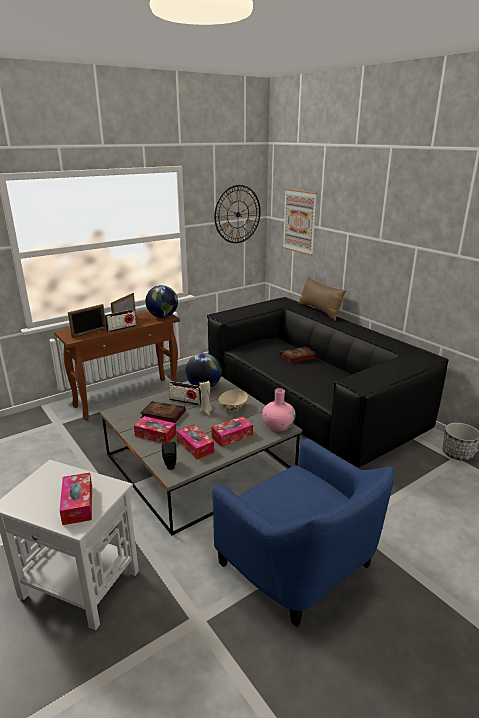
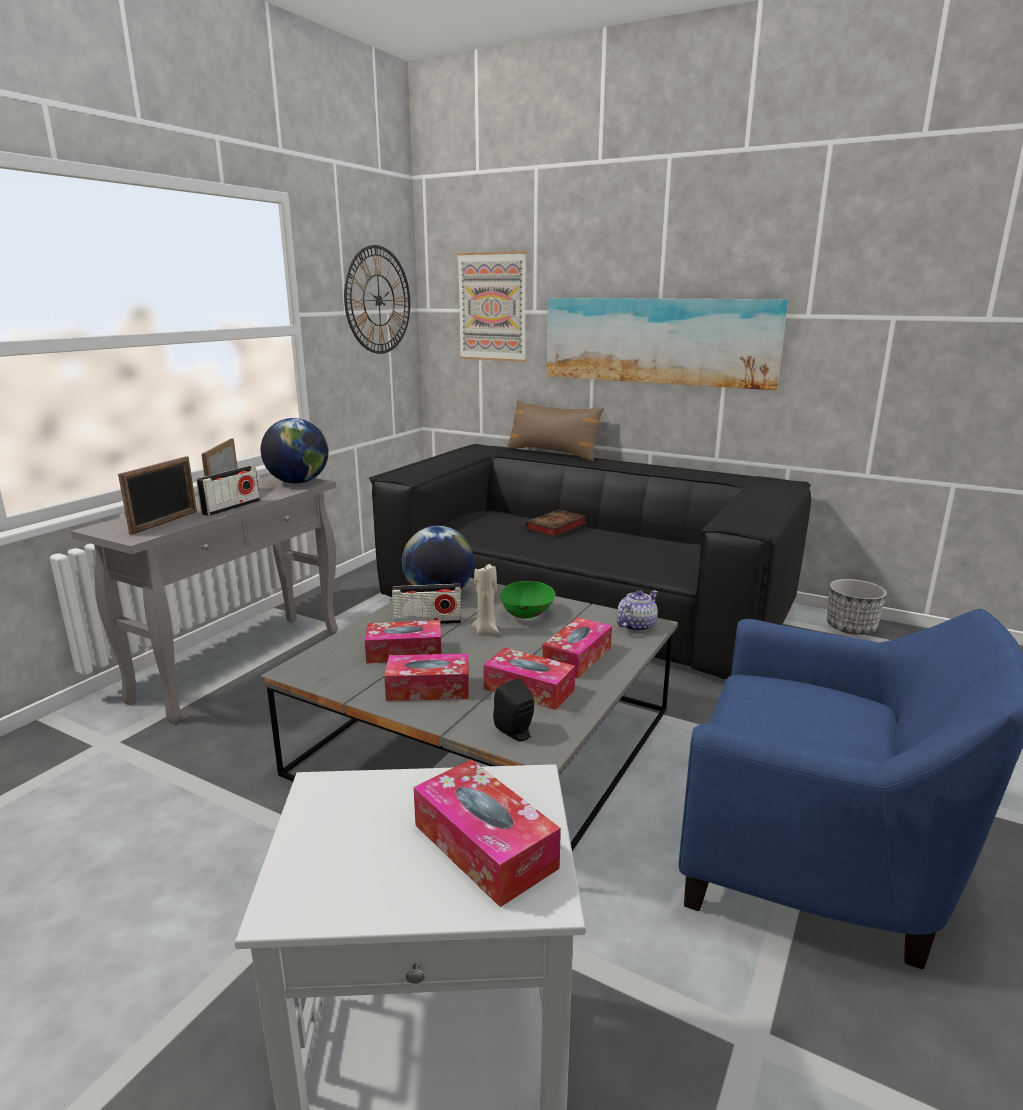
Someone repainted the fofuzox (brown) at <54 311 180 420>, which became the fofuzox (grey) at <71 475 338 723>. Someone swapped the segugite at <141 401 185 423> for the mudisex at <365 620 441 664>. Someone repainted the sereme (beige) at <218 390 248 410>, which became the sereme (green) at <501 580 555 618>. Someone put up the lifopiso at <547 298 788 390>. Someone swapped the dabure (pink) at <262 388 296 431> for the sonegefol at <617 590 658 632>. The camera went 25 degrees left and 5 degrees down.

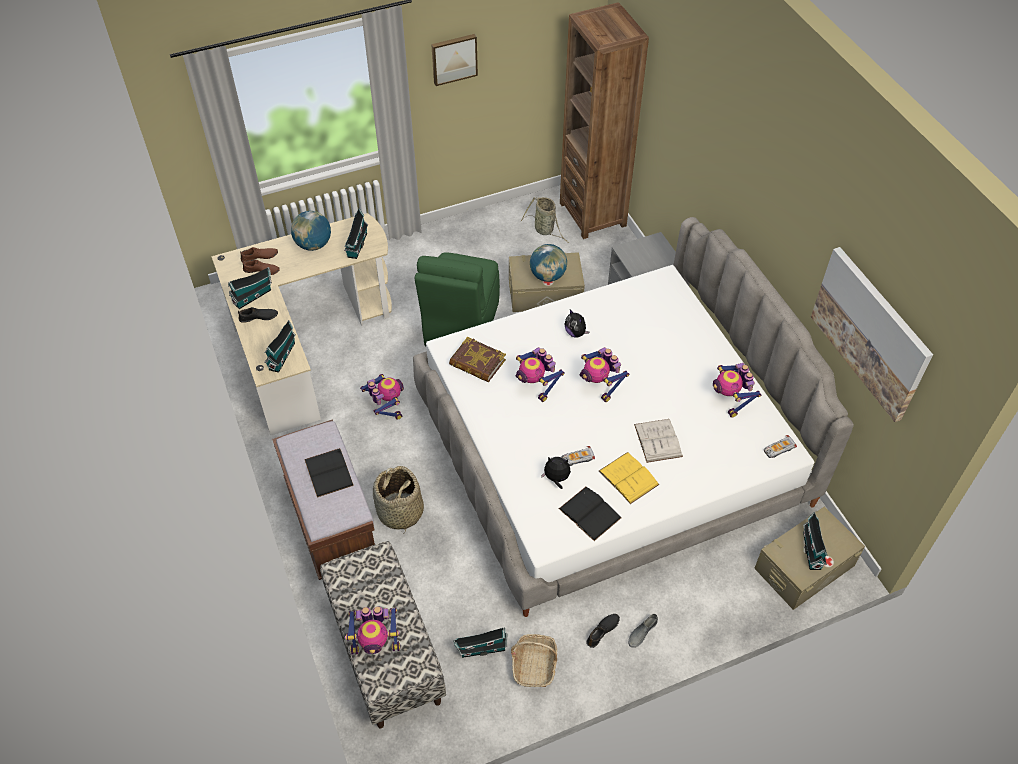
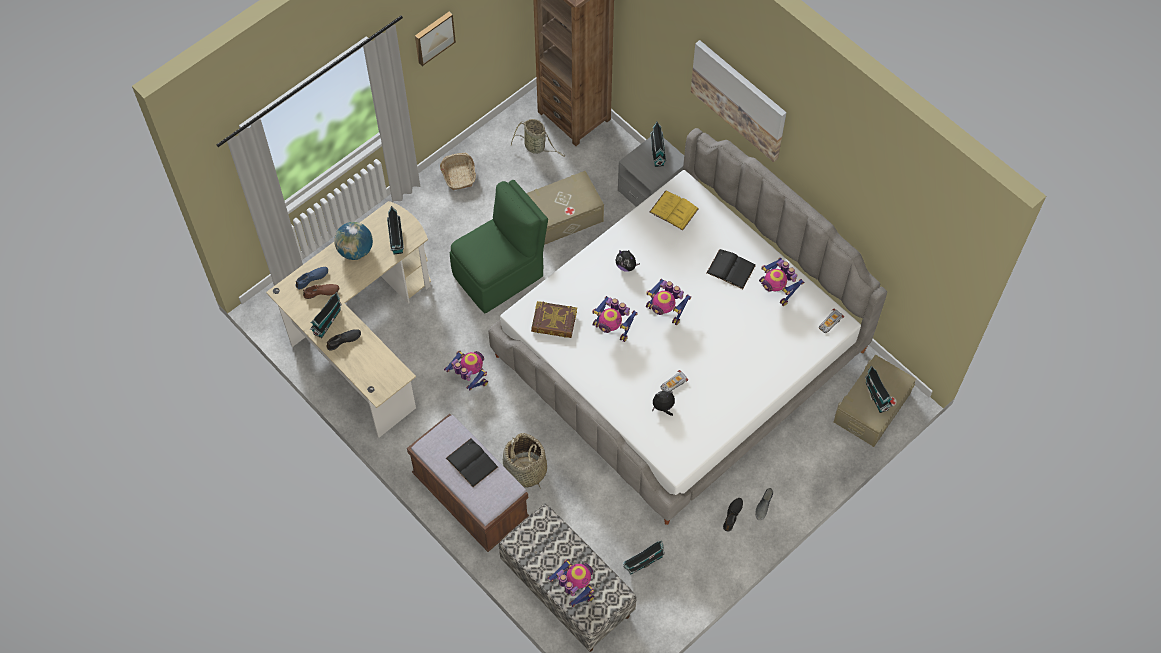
Someone repainted the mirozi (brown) at <240 247 278 261>, which became the mirozi (blue) at <295 267 328 289>. Someone carried the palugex from <511 634 557 687> to <440 153 476 190>. Someone rotated the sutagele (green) at <415 252 500 346> by 120 degrees counterclockwise. Someone rotated the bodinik at <345 606 400 655> by 105 degrees counterclockwise. Someone carried the segugite (yellow) from <599 452 659 504> to <649 191 699 230>. Someone carried the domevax from <265 320 296 373> to <650 122 666 167>. Someone carried the lifopiso from <811 247 933 422> to <691 40 787 162>. Someone carried the segugite (black) from <559 487 621 541> to <707 249 756 289>. Someone took away the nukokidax at <530 244 567 282>. Someone took away the segugite (white) at <634 419 683 463>. The camera went 20 degrees left and 10 degrees up.

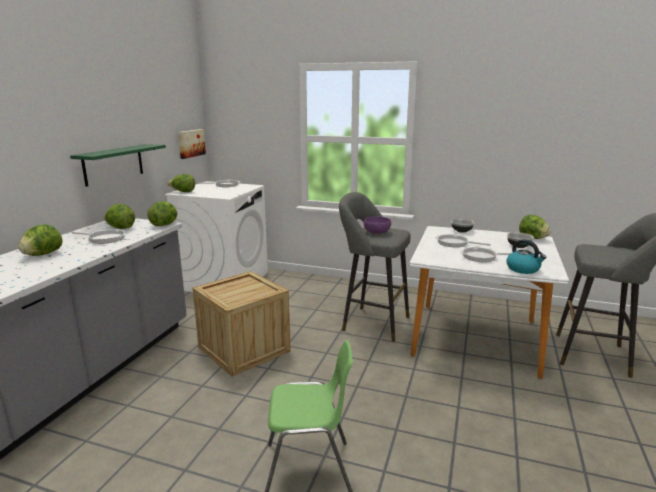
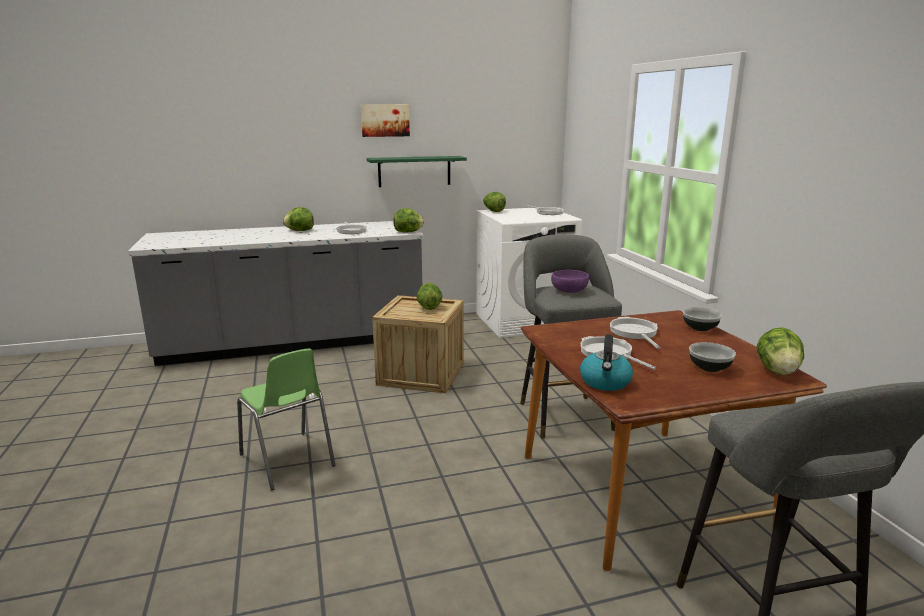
Someone carried the lifopiso from <178 129 206 159> to <361 104 410 137>. Someone carried the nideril from <104 204 135 229> to <416 283 442 310>. Someone repainted the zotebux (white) at <409 226 569 379>, which became the zotebux (brown) at <521 310 827 571>. The camera went 55 degrees right and 0 degrees up.

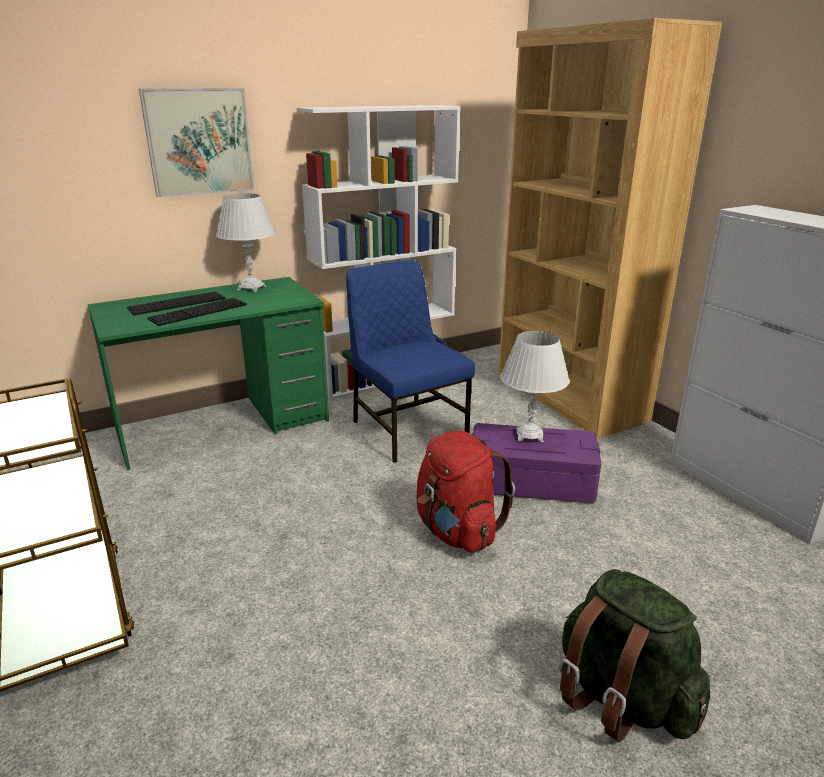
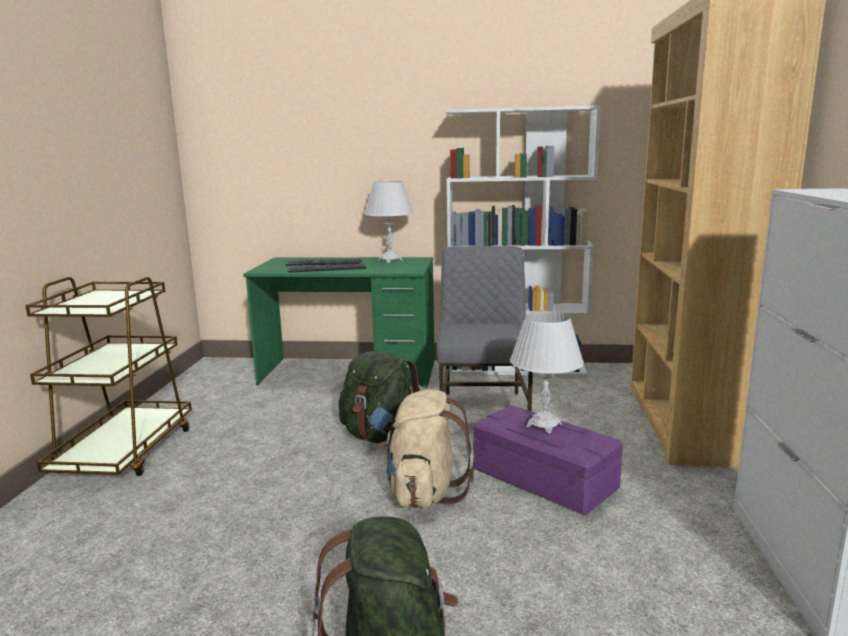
Someone put down the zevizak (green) at <339 351 422 443>. Someone repainted the zevizak (red) at <417 431 515 553>, which became the zevizak (beige) at <378 390 476 508>. Someone repainted the sutagele (blue) at <346 260 475 463>, which became the sutagele (grey) at <436 246 533 411>. Someone took away the lifopiso at <139 88 254 197>. The camera went 35 degrees right and 10 degrees down.

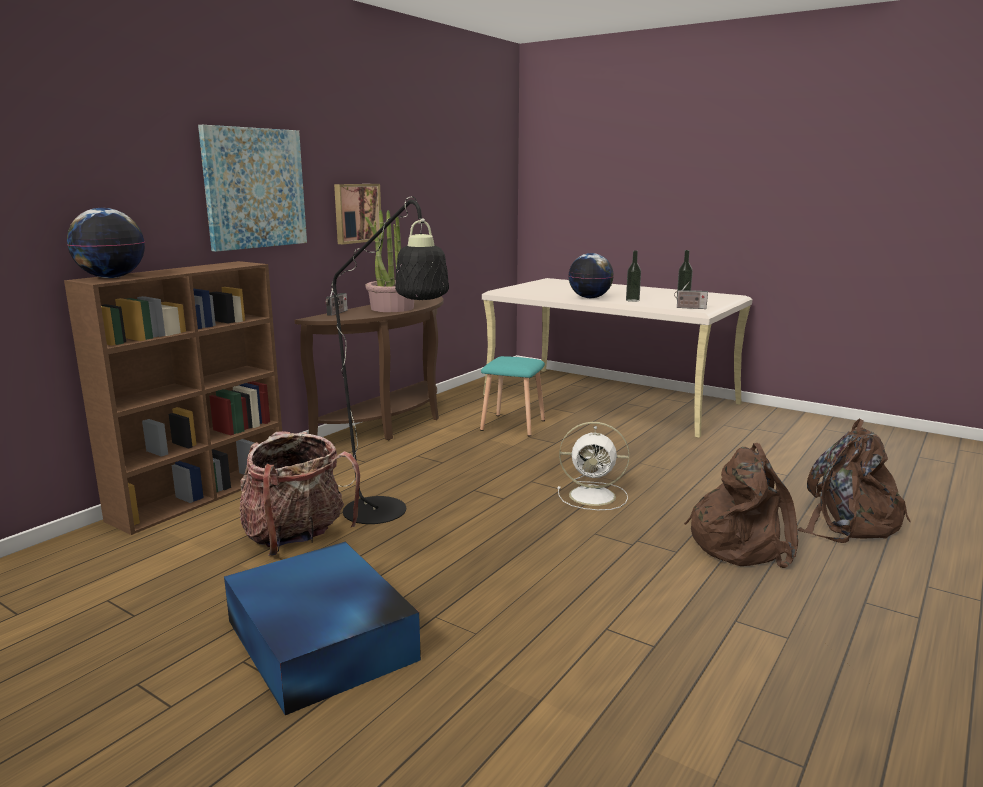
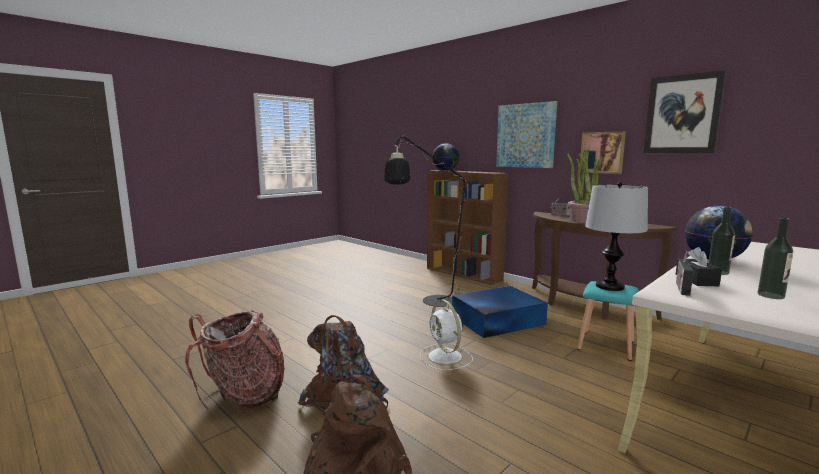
Someone carried the zevizak from <240 431 360 556> to <185 310 285 410>. Someone rotated the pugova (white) at <557 422 629 510> by 45 degrees counterclockwise. Someone carried the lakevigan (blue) from <224 542 421 715> to <452 286 548 338>. Someone put down the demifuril at <585 182 648 291>. Someone put up the lifopiso at <644 70 726 153>. Someone put down the mudisex (black) at <676 247 722 286>. The camera went 100 degrees right and 5 degrees down.

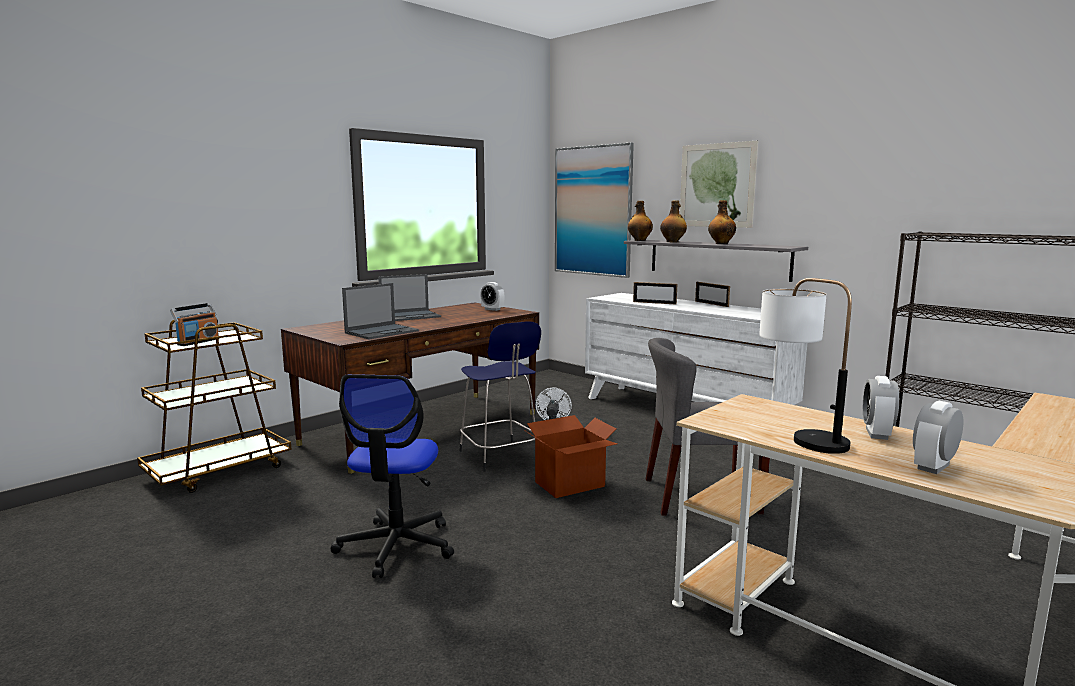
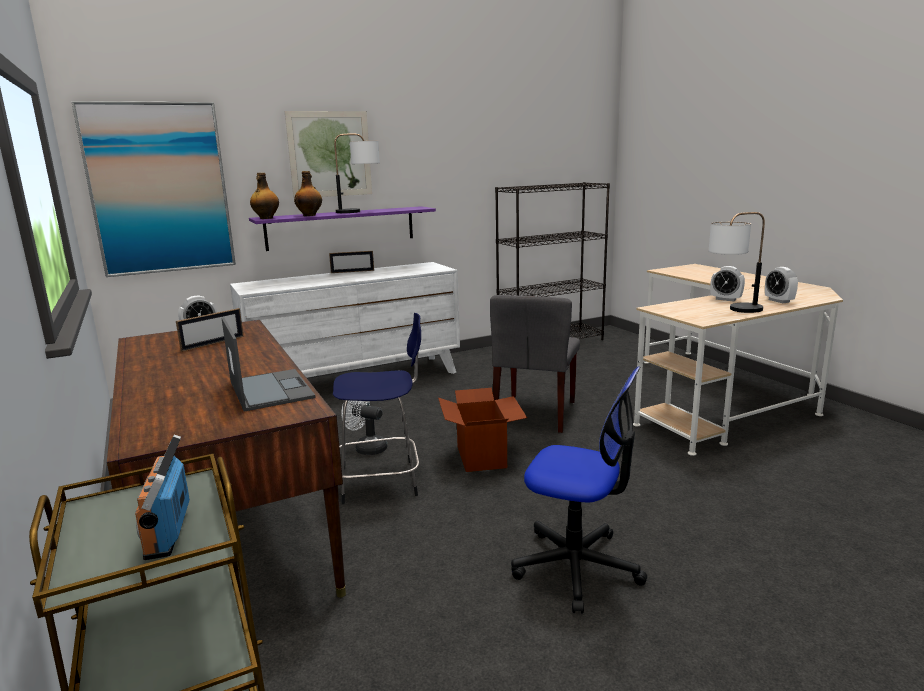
Someone rotated the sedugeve at <170 303 219 346> by 150 degrees counterclockwise. Someone carried the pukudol from <633 282 677 305> to <176 308 244 352>. Someone repainted the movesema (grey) at <624 240 808 282>, which became the movesema (purple) at <249 206 436 251>. Someone swapped the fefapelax at <708 200 736 244> for the demifuril at <334 133 380 213>. Someone took away the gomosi at <378 274 441 321>. The camera went 70 degrees left and 5 degrees up.

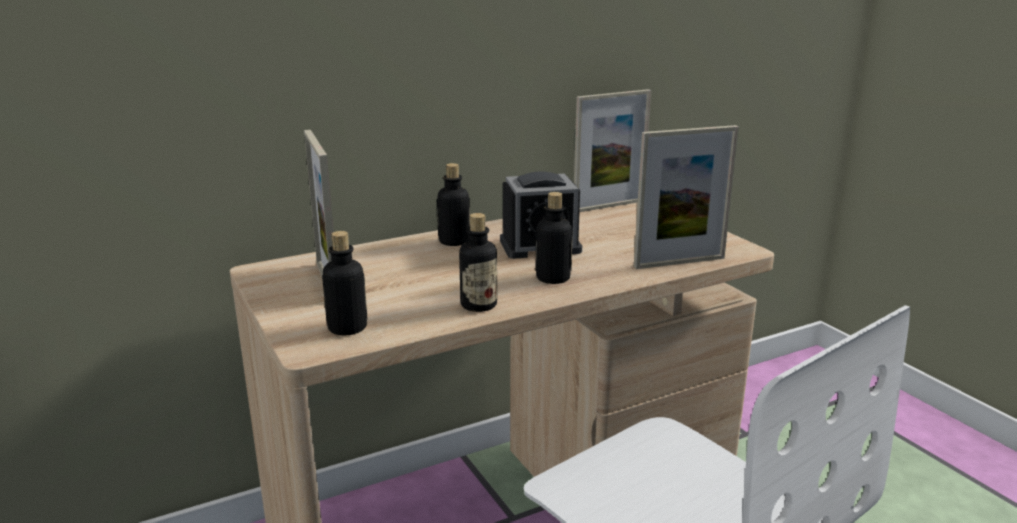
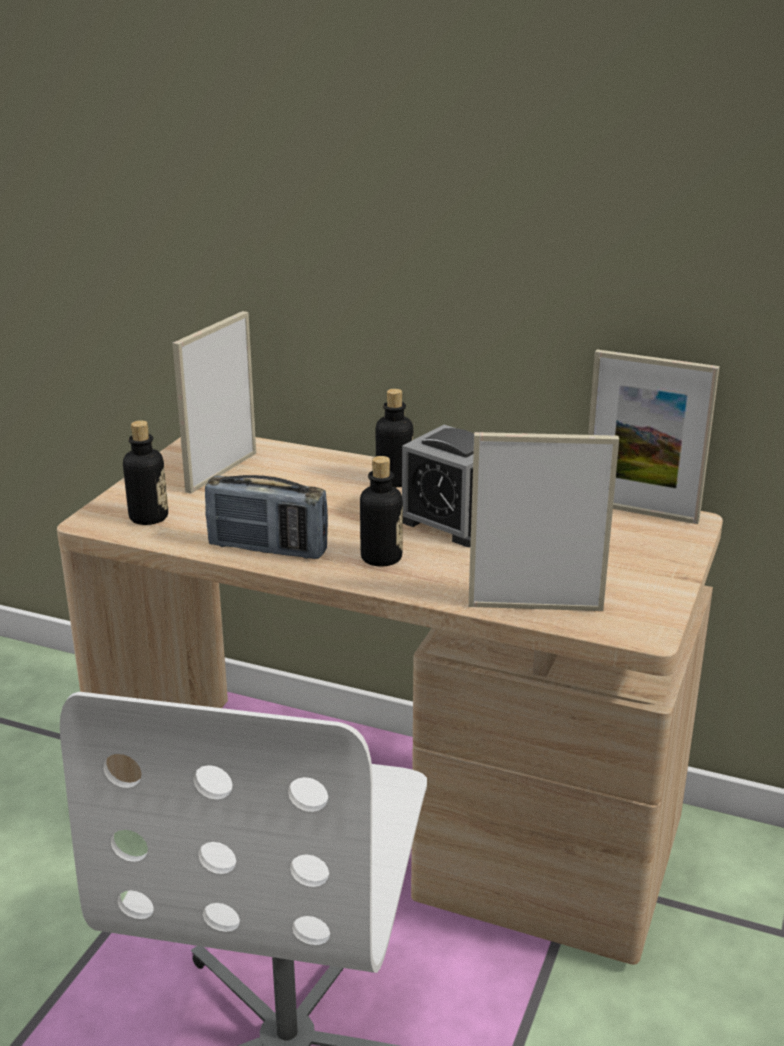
Someone swapped the fefapelax at <459 213 497 312> for the sedugeve at <205 475 328 559>. Someone rotated the pukudol at <634 125 739 269> by 150 degrees clockwise. The camera went 50 degrees right and 5 degrees up.

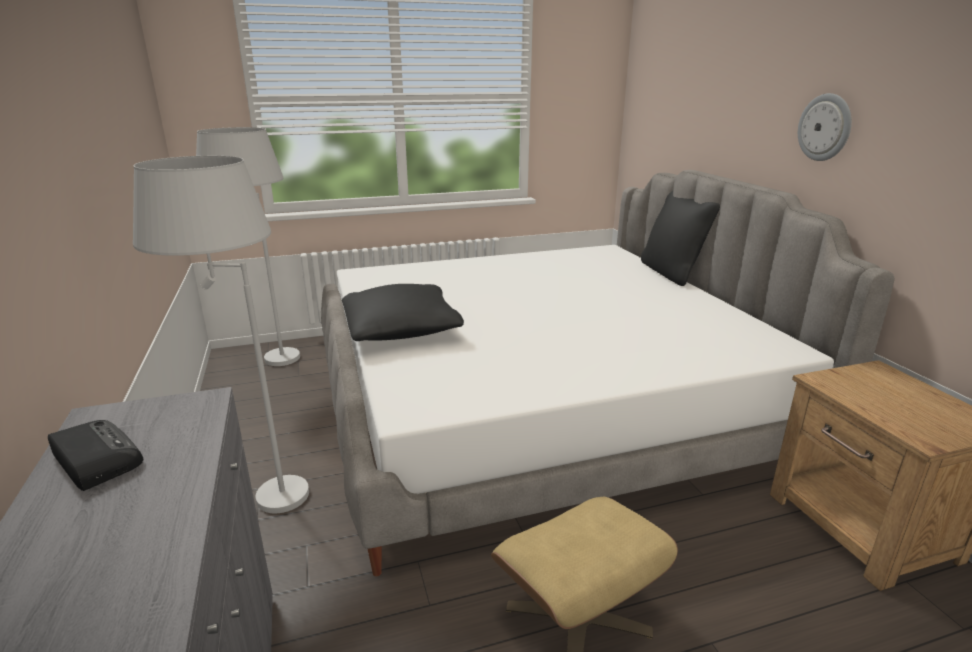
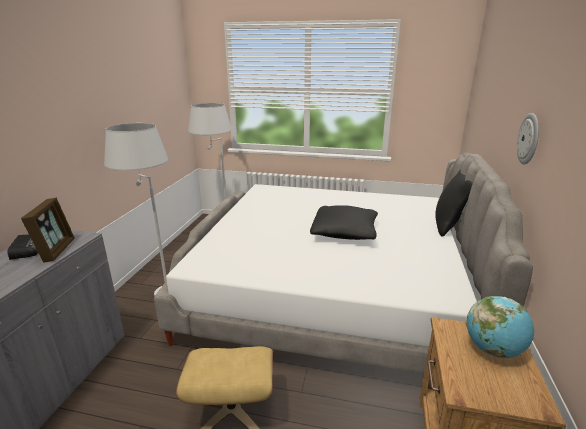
Someone put down the pukudol at <21 198 75 263>. Someone carried the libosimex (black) from <342 284 464 341> to <310 205 378 240>. Someone put down the nukokidax at <467 296 534 358>. The camera went 30 degrees right and 0 degrees up.

